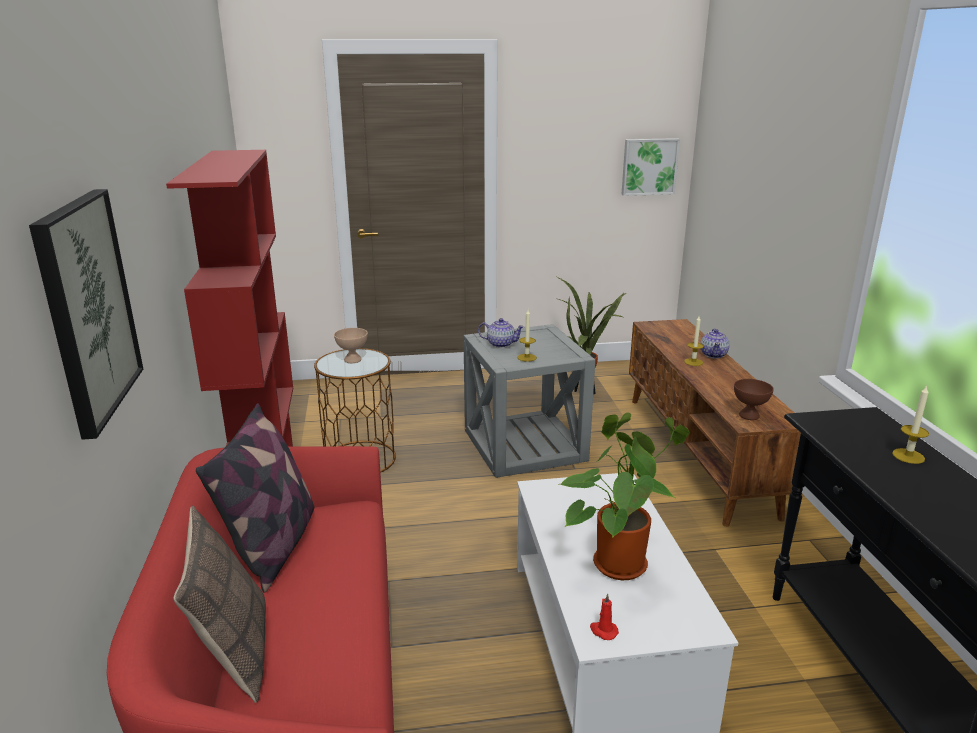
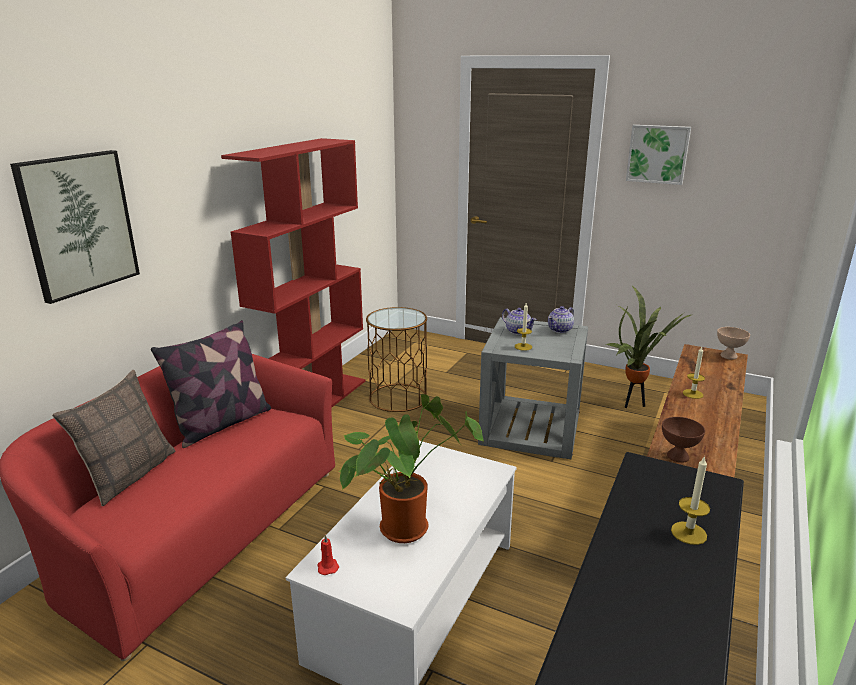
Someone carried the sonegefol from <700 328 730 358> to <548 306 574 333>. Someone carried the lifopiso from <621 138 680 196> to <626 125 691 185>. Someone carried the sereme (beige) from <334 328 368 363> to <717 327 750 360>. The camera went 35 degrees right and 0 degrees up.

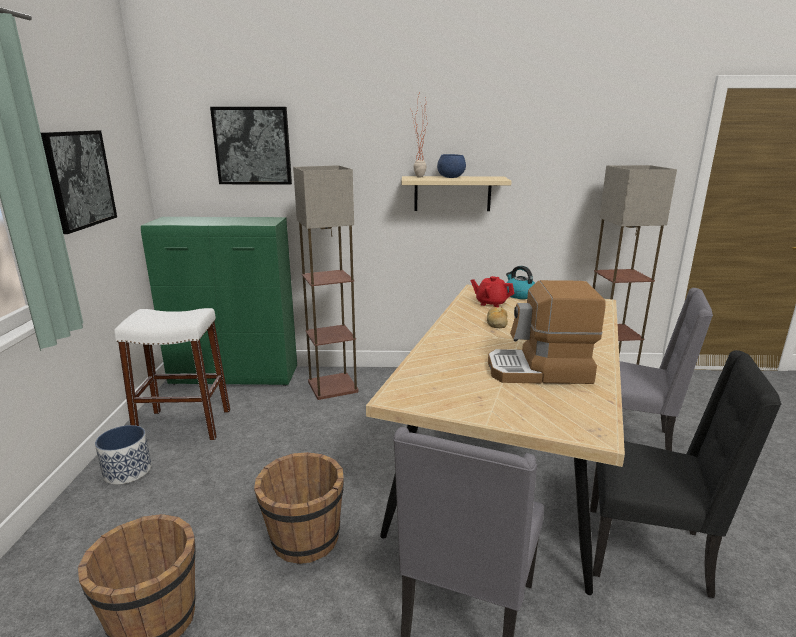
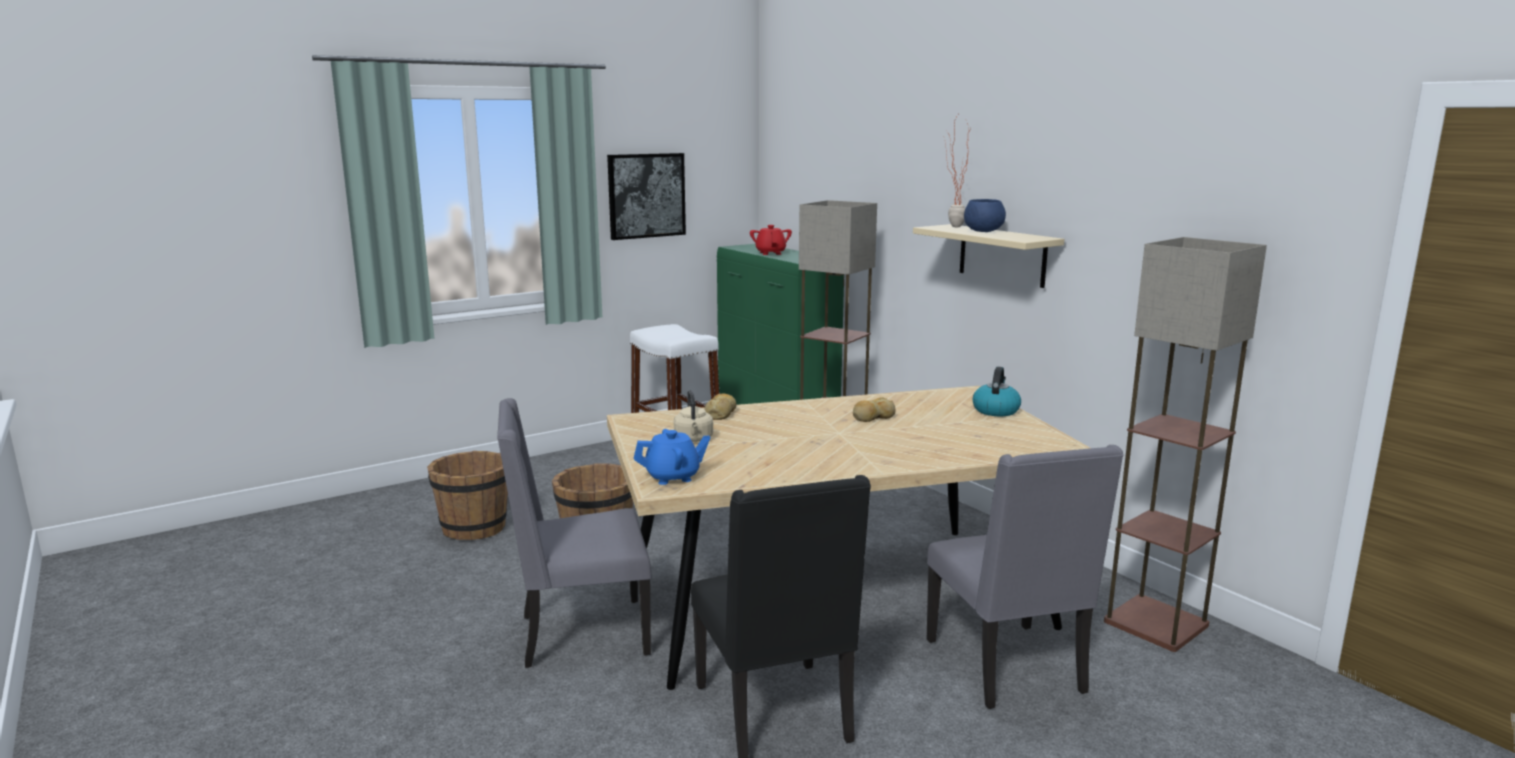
Someone put down the sonegefol (blue) at <634 429 710 485>. Someone put down the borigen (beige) at <674 390 713 442>. Someone put down the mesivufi at <704 393 736 420>. Someone carried the sonegefol (red) from <471 276 514 307> to <750 225 792 255>. Someone took away the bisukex at <95 425 152 484>. Someone took away the lifopiso at <210 107 292 185>. Someone took away the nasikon at <488 280 606 384>. The camera went 55 degrees right and 5 degrees down.

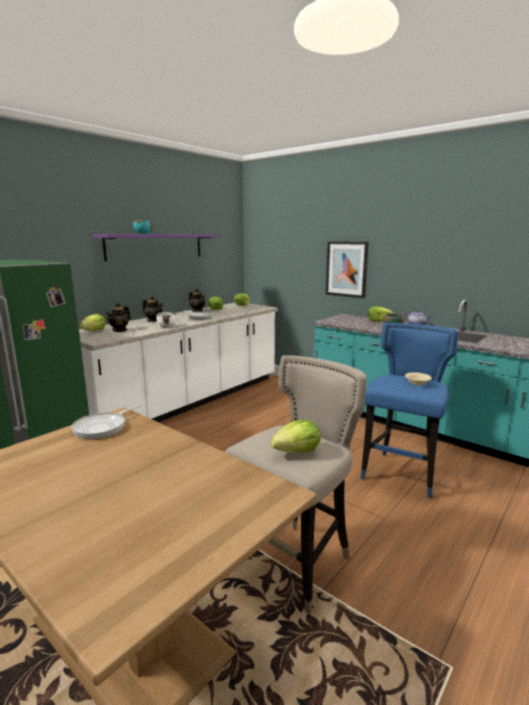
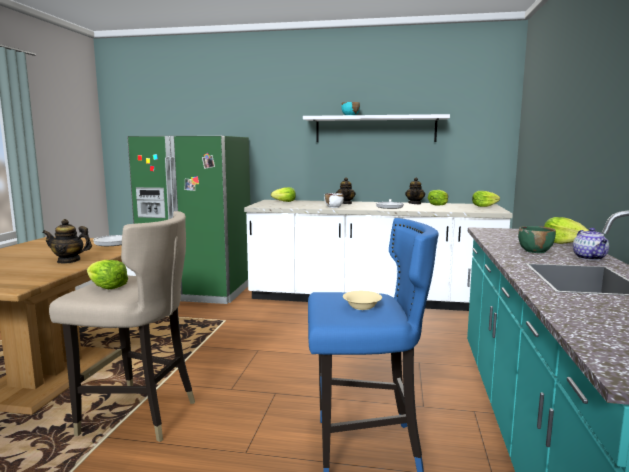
Someone carried the sonegefol from <105 302 131 332> to <42 219 92 264>. Someone repainted the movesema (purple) at <93 234 220 261>, which became the movesema (white) at <303 114 450 142>. Someone took away the lifopiso at <326 241 369 298>. The camera went 60 degrees right and 5 degrees down.

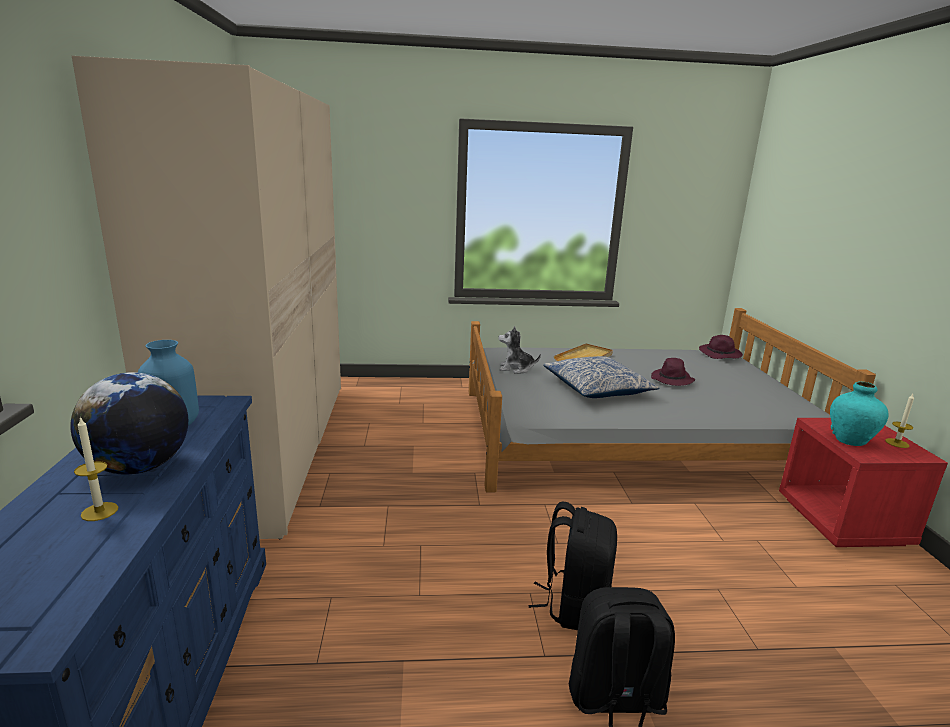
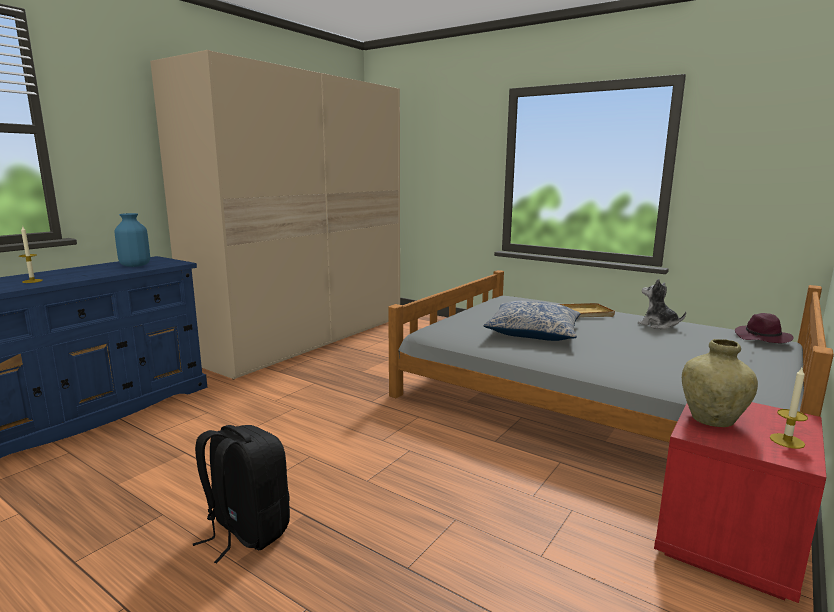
Someone carried the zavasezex from <498 326 541 374> to <638 279 686 329>. Someone repainted the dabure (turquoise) at <830 382 889 446>, which became the dabure (beige) at <682 339 758 427>. Someone took away the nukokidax at <70 372 188 475>. Someone took away the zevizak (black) at <528 502 617 630>. Someone took away the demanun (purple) at <651 358 695 386>. The camera went 40 degrees right and 5 degrees down.

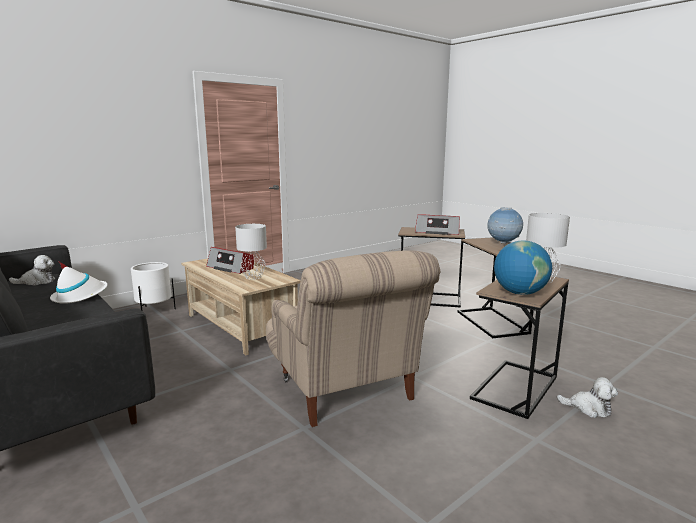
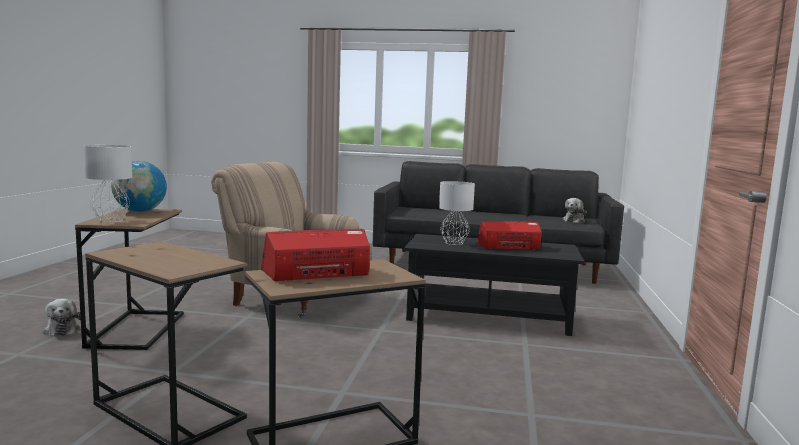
Someone rotated the zavasezex at <557 377 618 418> by 105 degrees counterclockwise. Someone repainted the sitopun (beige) at <181 258 301 355>, which became the sitopun (black) at <404 234 584 336>. Someone took away the demanun (white) at <50 261 108 304>. Someone took away the bisukex (white) at <131 262 176 310>. Someone took away the nukokidax at <487 207 523 244>. The camera went 140 degrees right and 5 degrees down.

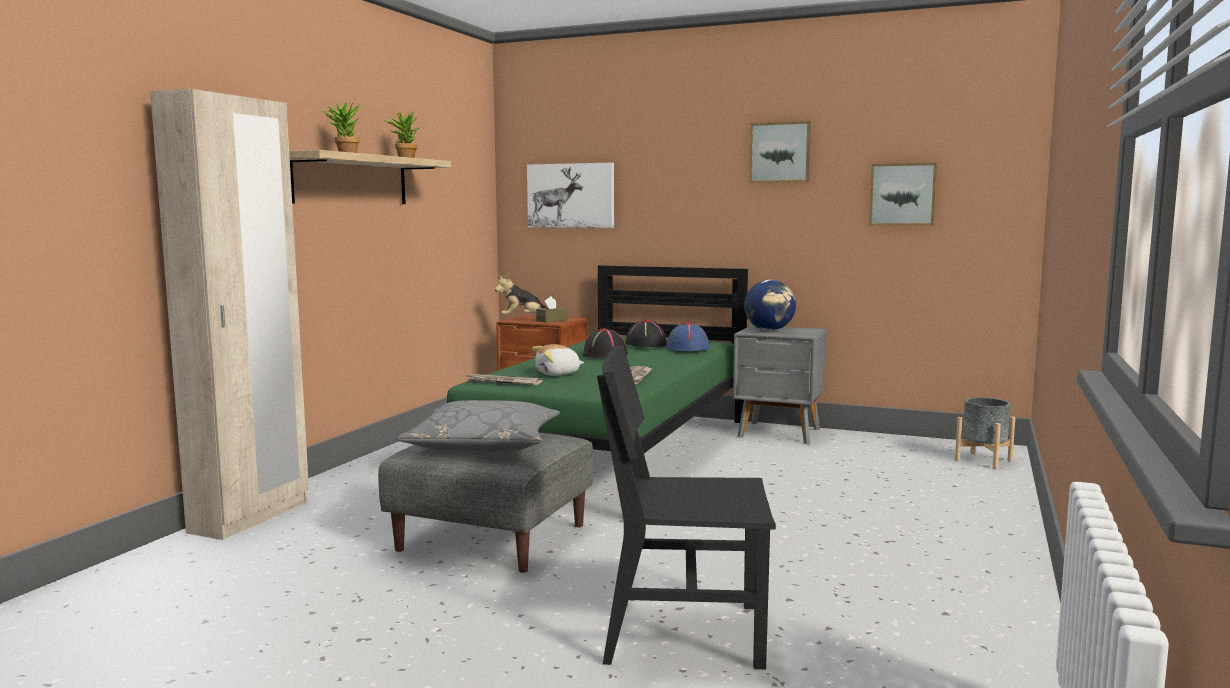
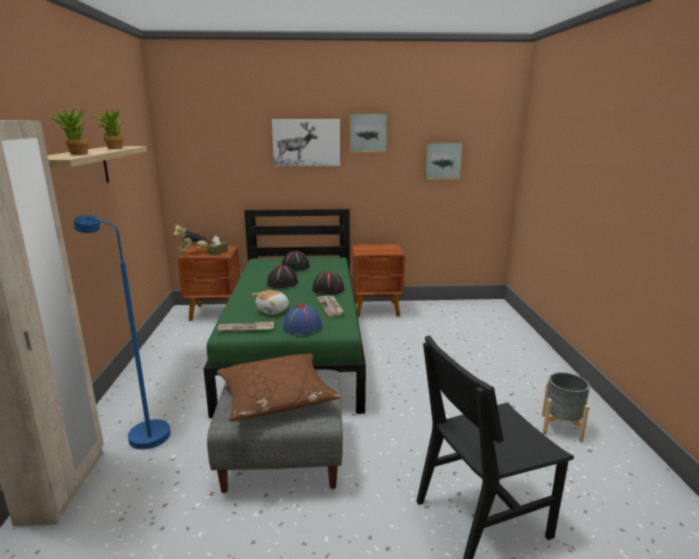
Someone put down the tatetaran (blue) at <74 215 171 449>. Someone repainted the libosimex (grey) at <397 400 560 452>, which became the libosimex (brown) at <217 353 341 421>. Someone carried the lifopiso from <527 163 614 228> to <272 119 340 167>. Someone carried the demanun (blue) from <666 322 710 351> to <283 304 322 335>. Someone put down the demanun (black) at <312 271 345 295>. Someone repainted the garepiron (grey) at <733 325 826 444>, which became the garepiron (brown) at <352 244 405 317>. Someone carried the bisukex (grey) from <955 397 1015 469> to <542 372 590 442>. Someone took away the nukokidax at <744 280 796 331>. The camera went 25 degrees left and 10 degrees up.

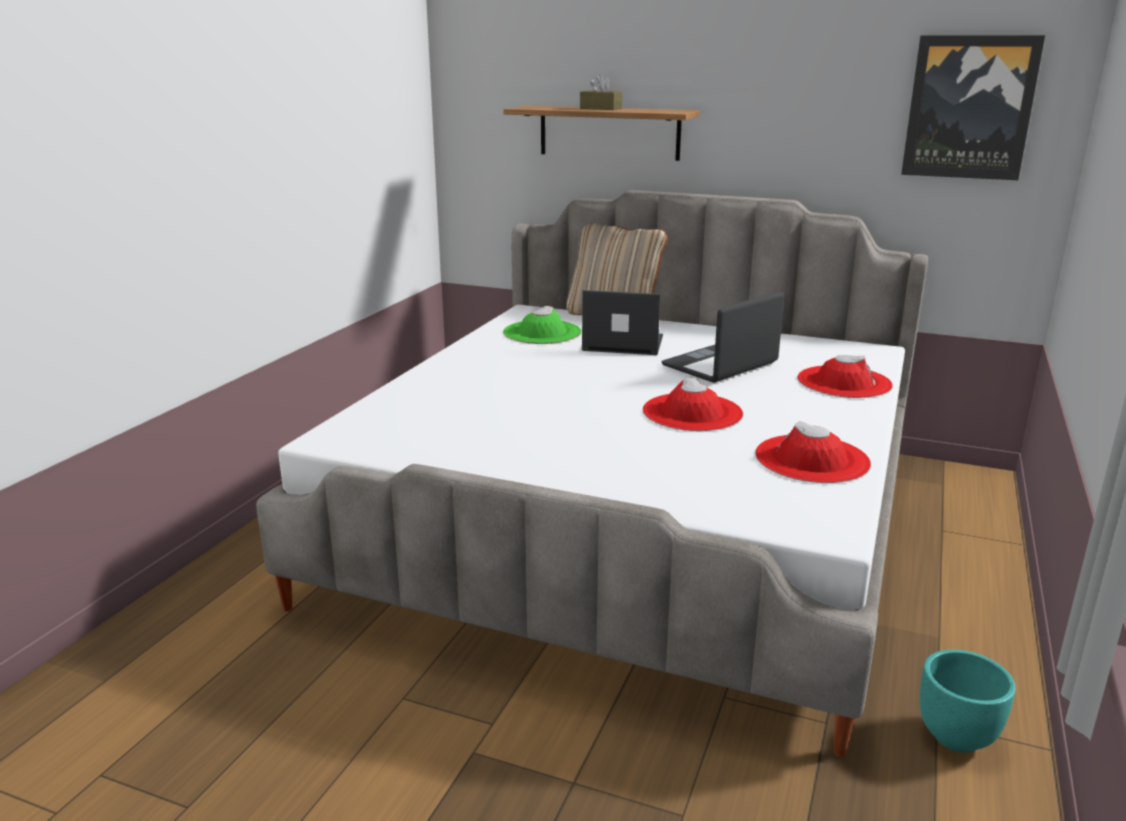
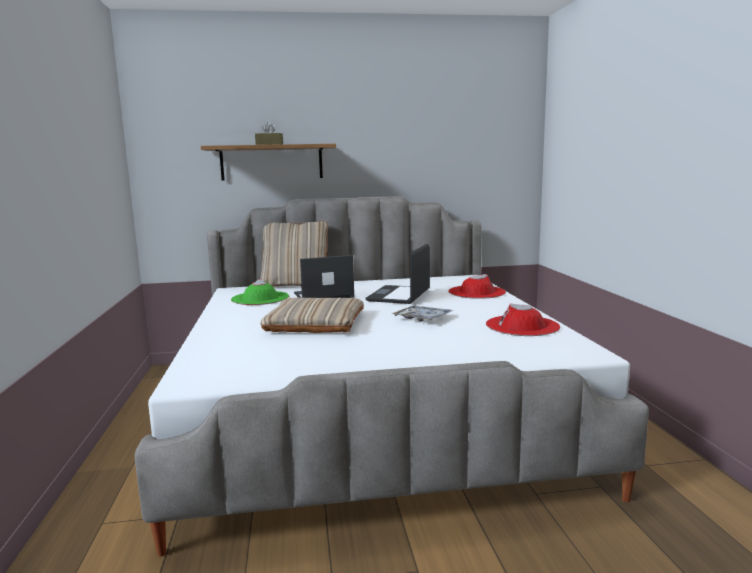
Someone put down the libosimex (beige) at <260 298 364 333>. Someone swapped the demanun (red) at <643 378 743 431> for the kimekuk at <392 305 453 322>. Someone took away the lifopiso at <901 35 1045 180>. Someone took away the bisukex (turquoise) at <920 649 1016 753>. The camera went 30 degrees left and 10 degrees down.

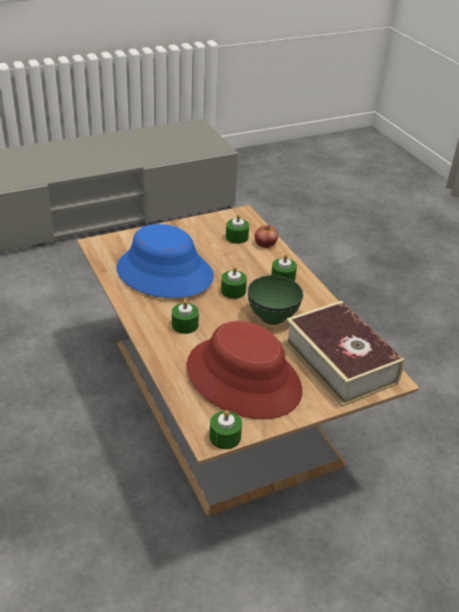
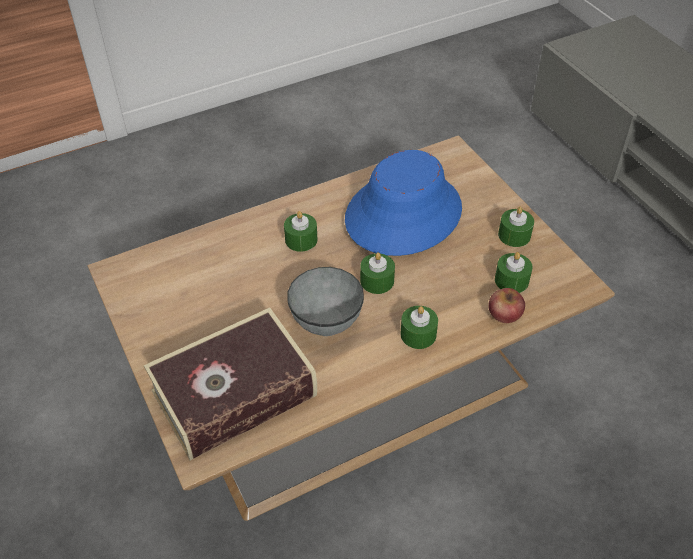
Someone repainted the sereme (green) at <248 275 303 325>, which became the sereme (grey) at <287 267 364 336>. Someone carried the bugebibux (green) from <209 410 242 449> to <498 207 534 247>. Someone took away the demanun (red) at <187 321 302 419>. The camera went 90 degrees right and 10 degrees up.

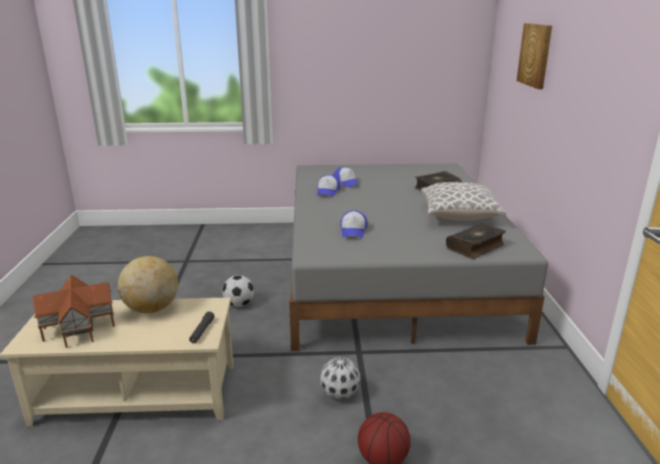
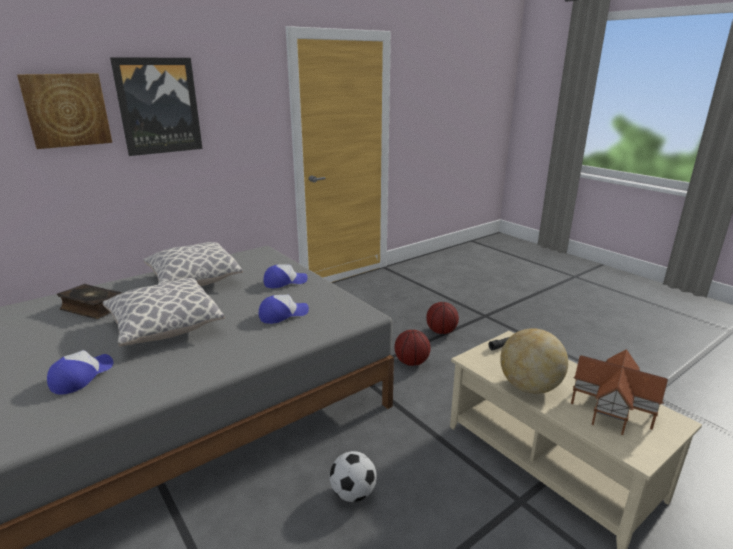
Someone put down the libosimex at <103 278 225 347>. Someone put up the lifopiso at <110 57 203 156>. Someone carried the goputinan from <317 175 341 197> to <263 264 308 288>. Someone swapped the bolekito at <320 357 360 400> for the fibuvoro at <394 330 431 366>. Someone took away the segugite at <446 223 506 259>. The camera went 125 degrees left and 0 degrees up.

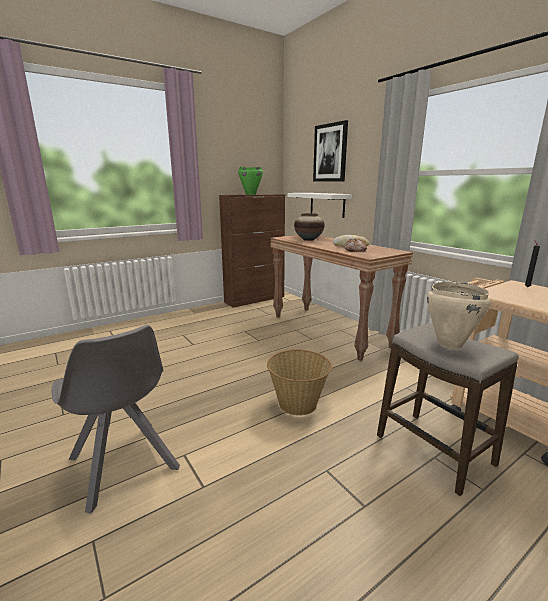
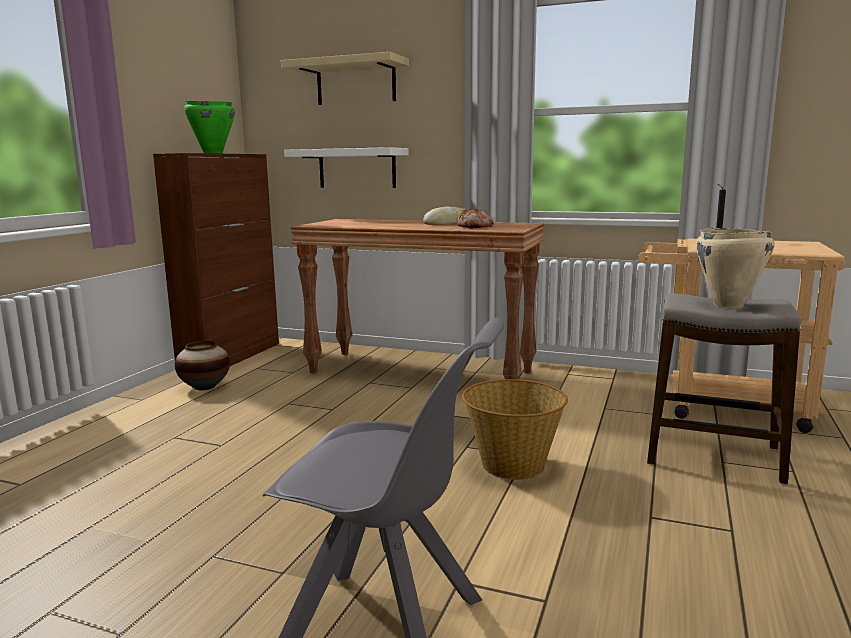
Someone carried the dabure from <294 213 324 241> to <175 341 230 390>. Someone swapped the lifopiso at <313 120 348 182> for the movesema (beige) at <281 52 409 105>. The camera went 35 degrees left and 5 degrees down.

